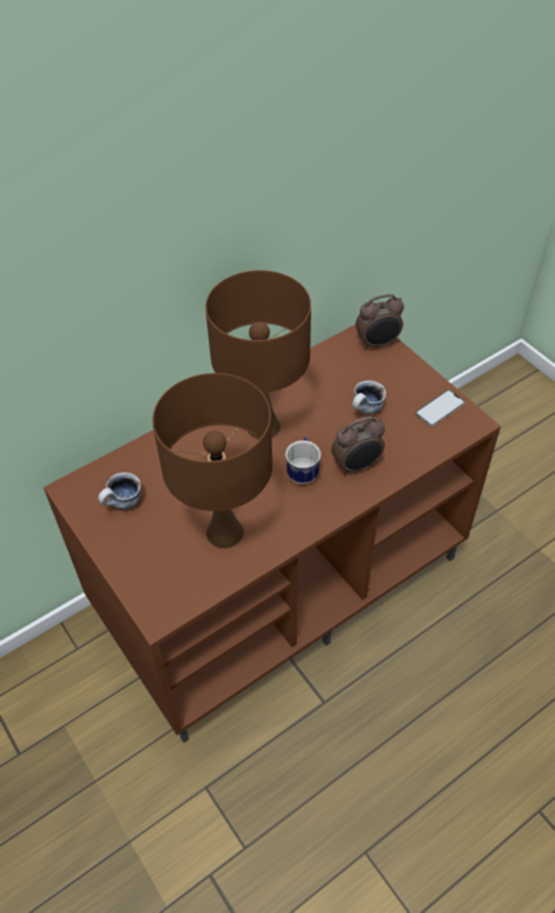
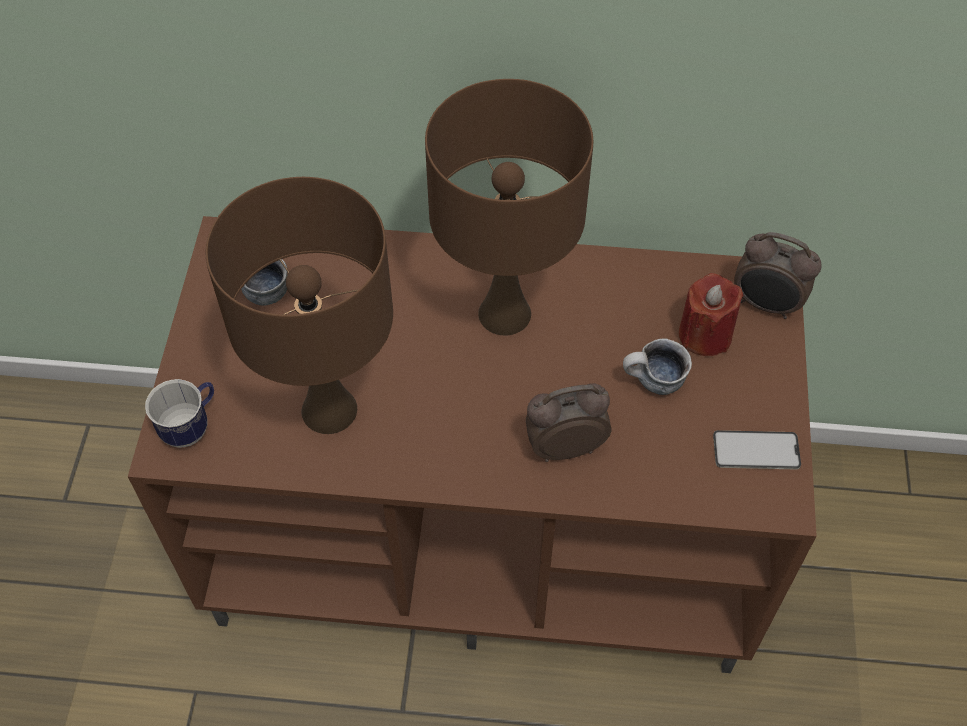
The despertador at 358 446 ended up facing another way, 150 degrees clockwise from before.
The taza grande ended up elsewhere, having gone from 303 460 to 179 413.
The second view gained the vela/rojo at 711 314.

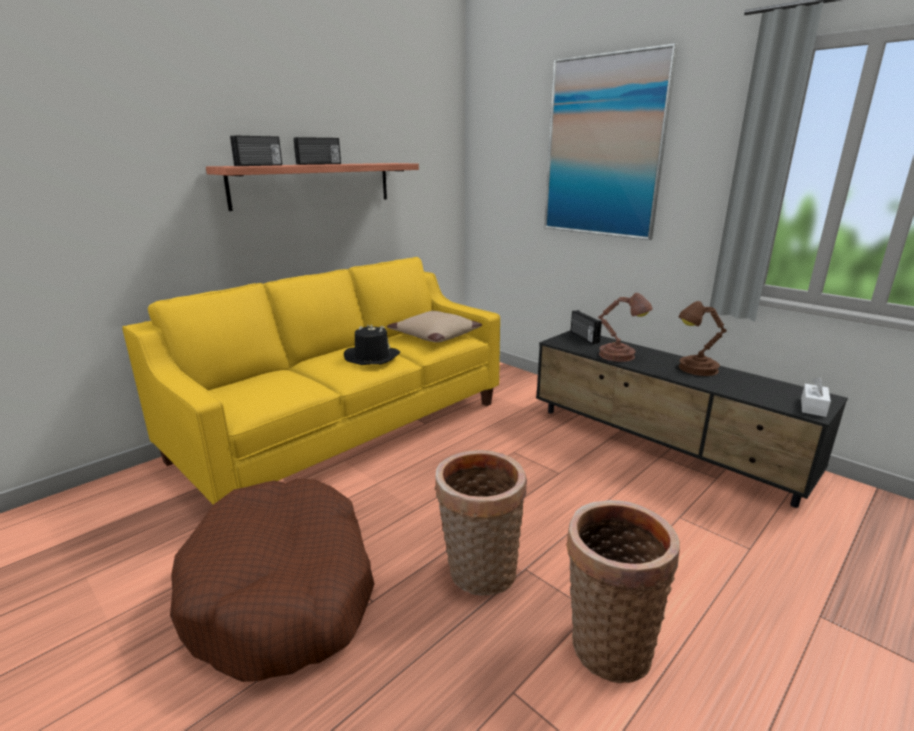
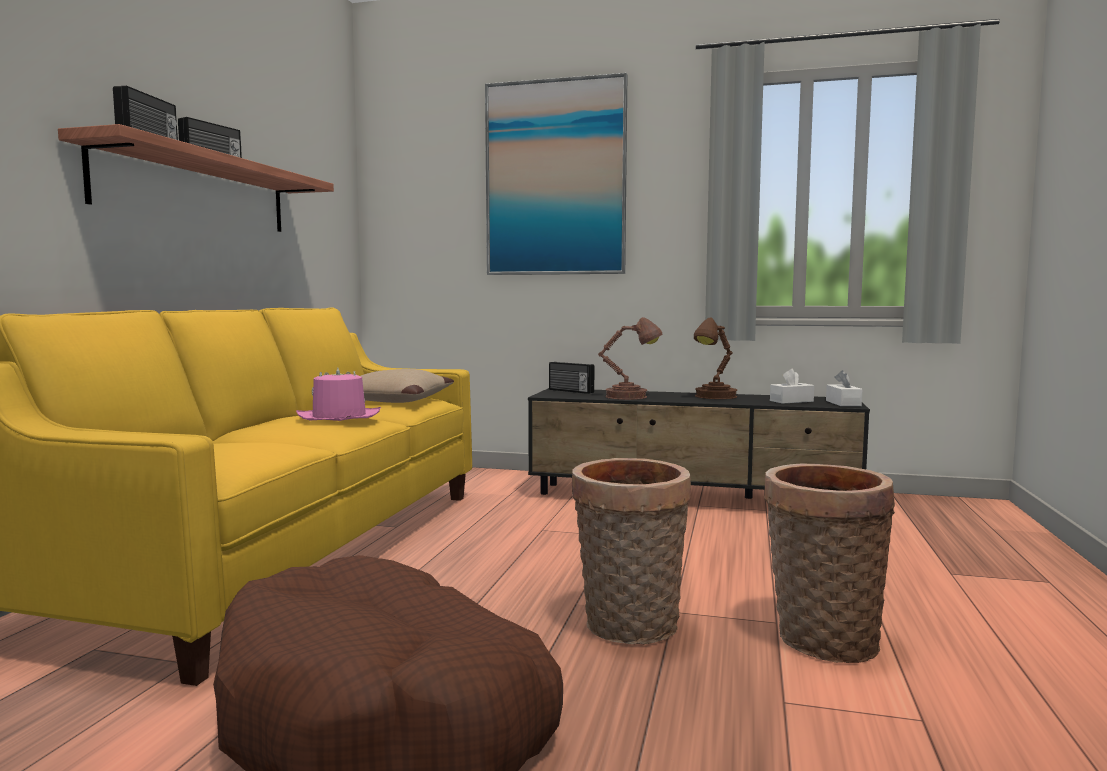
What was the sombrero/negro at 372 344 turned into the sombrero/rosa at 338 394.
The second view gained the caja de pañuelos/blanco at 792 386.

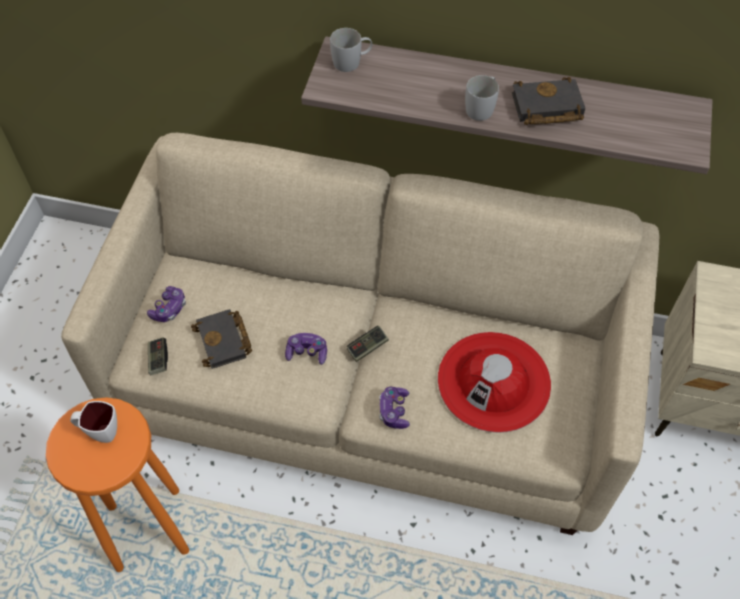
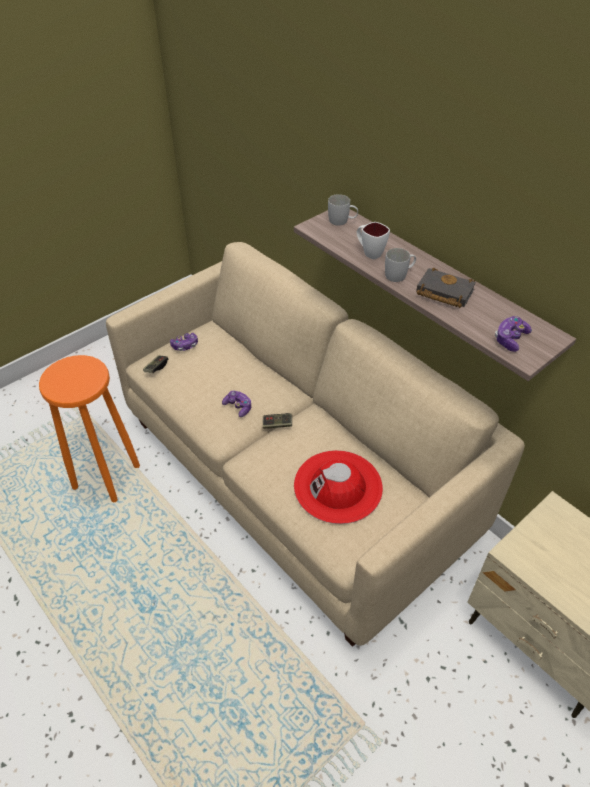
The second view lost the libro/negro at 221 339.
The mando de consola ended up elsewhere, having gone from 394 408 to 513 334.
The taza grande/blanco ended up elsewhere, having gone from 93 422 to 373 241.

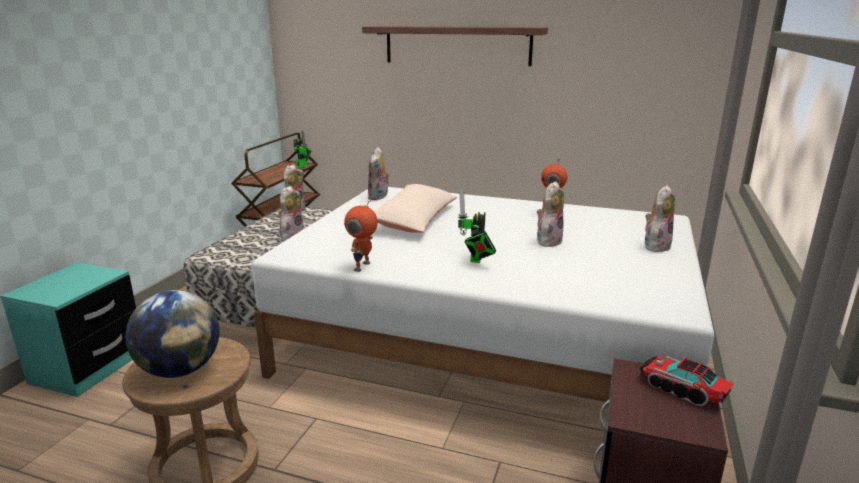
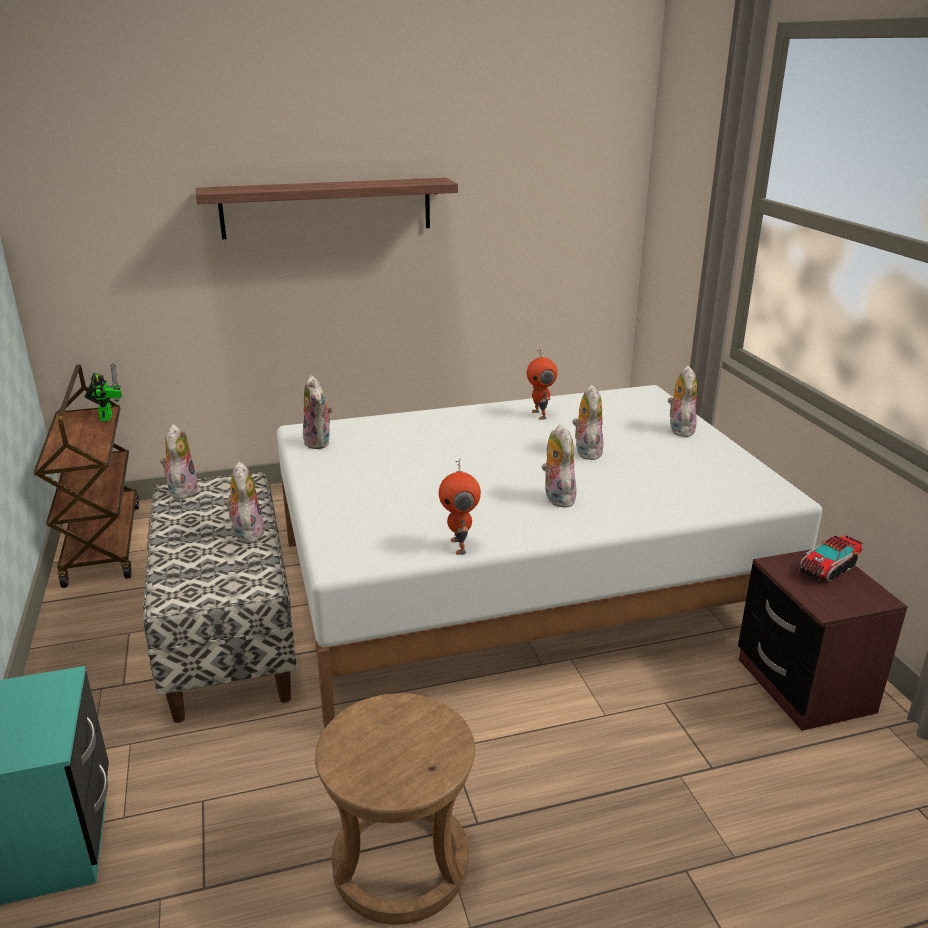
The second view lost the cojín/beis at 415 208.
Where the robot de juguete stood at 476 225, the peluche came to stand at 559 465.
The second view lost the globo terráqueo at 172 334.
The camión de juguete at 686 381 ended up facing another way, 45 degrees counterclockwise from before.

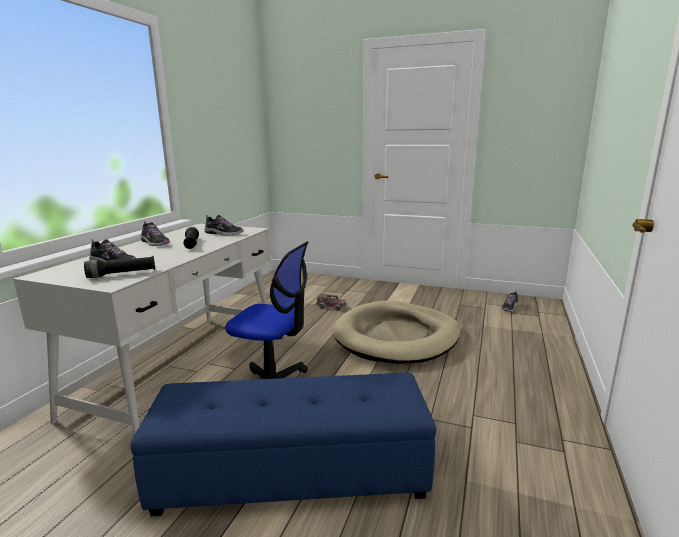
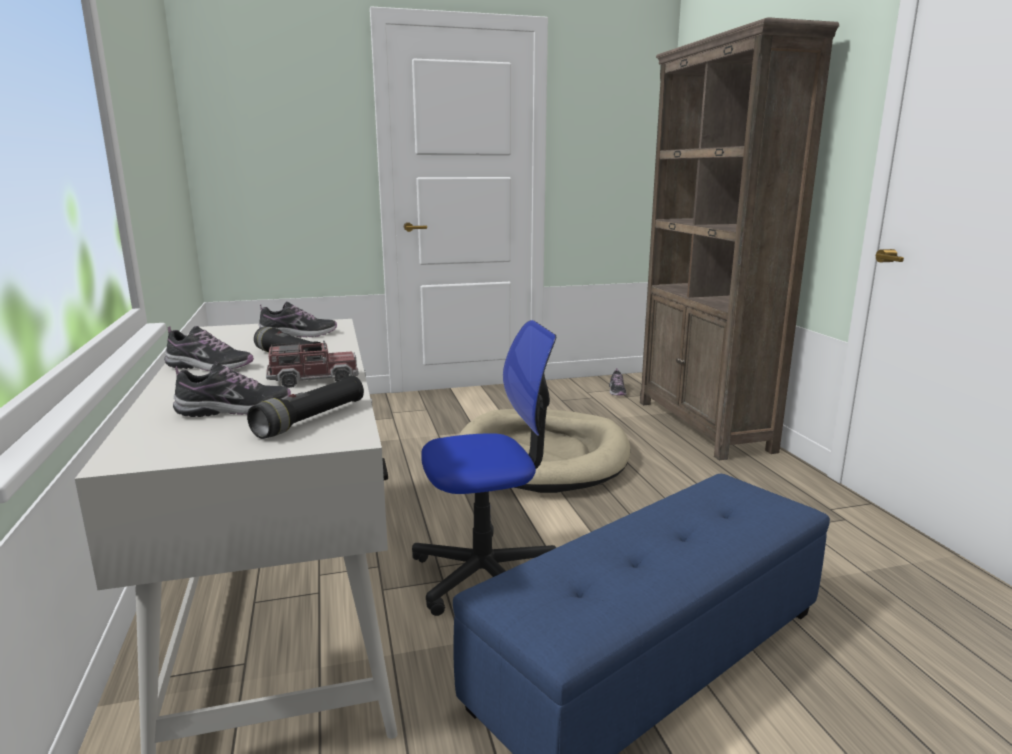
The camión de juguete ended up elsewhere, having gone from 331 302 to 312 364.
The second view gained the estantería/marrón at 739 238.

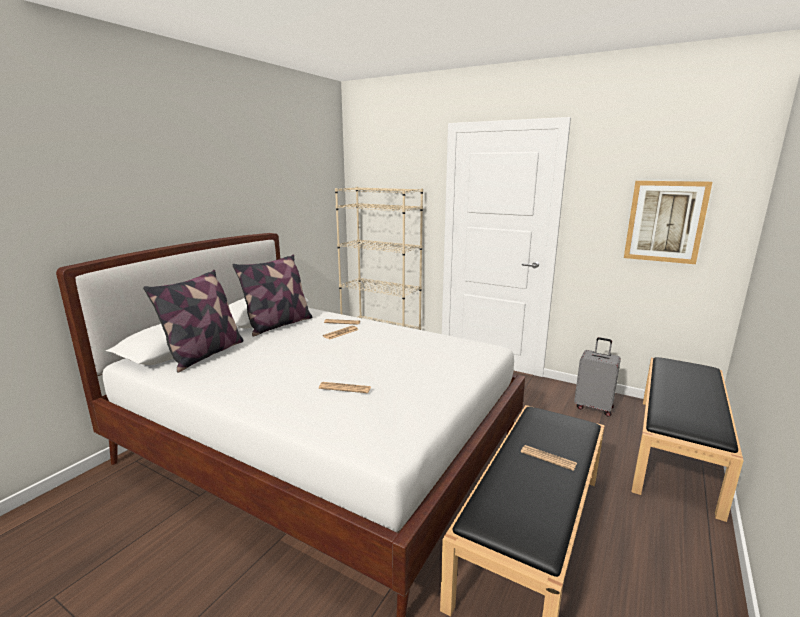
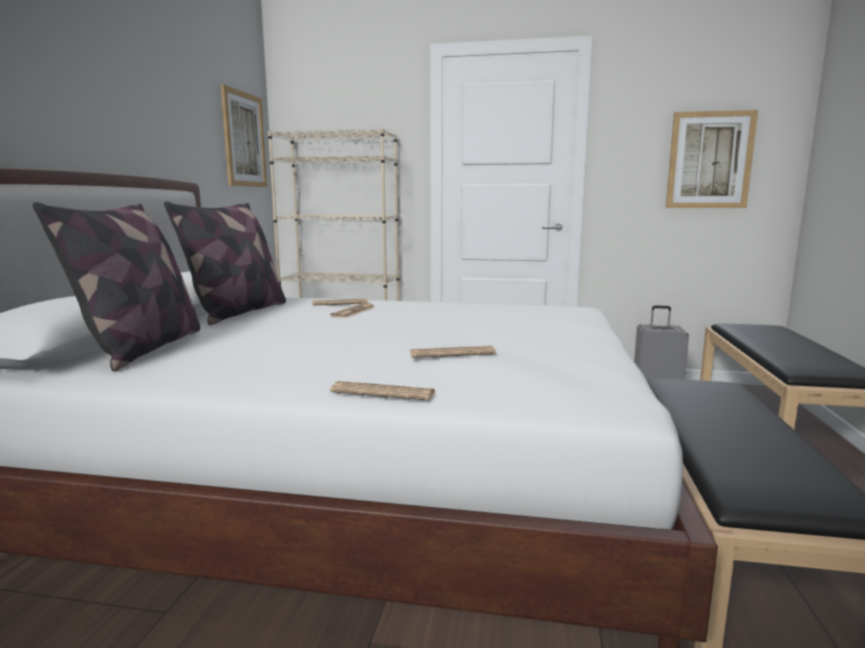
The periódico ended up elsewhere, having gone from 549 458 to 383 391.
The second view gained the cuadro at 244 135.

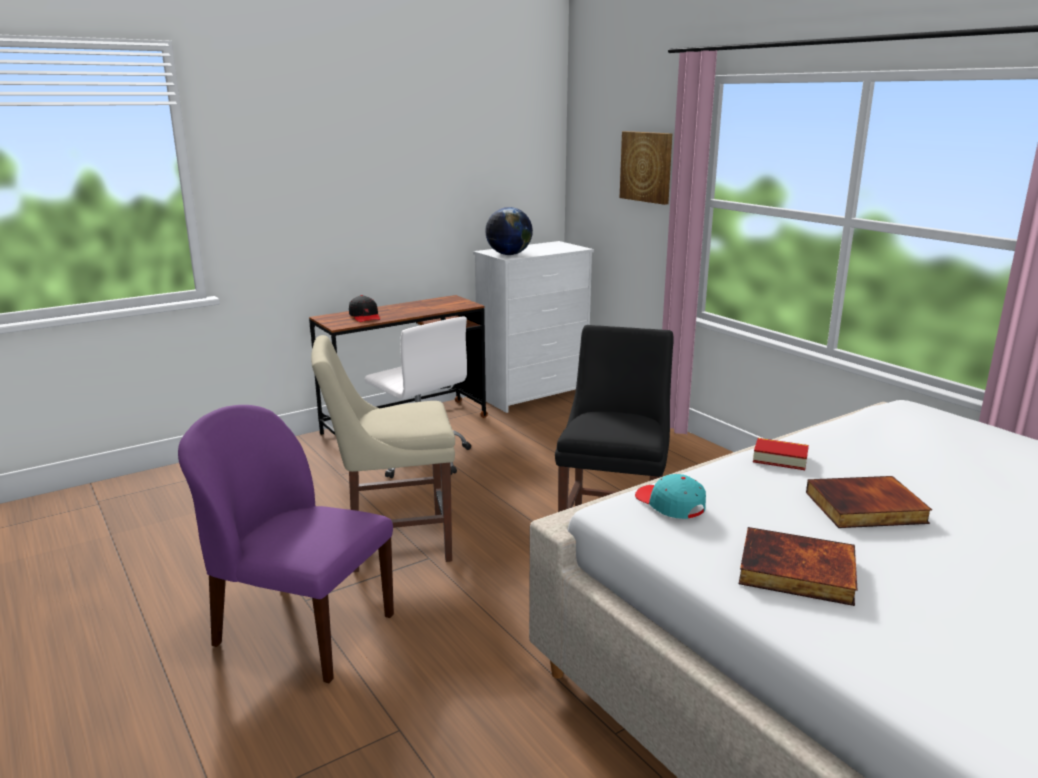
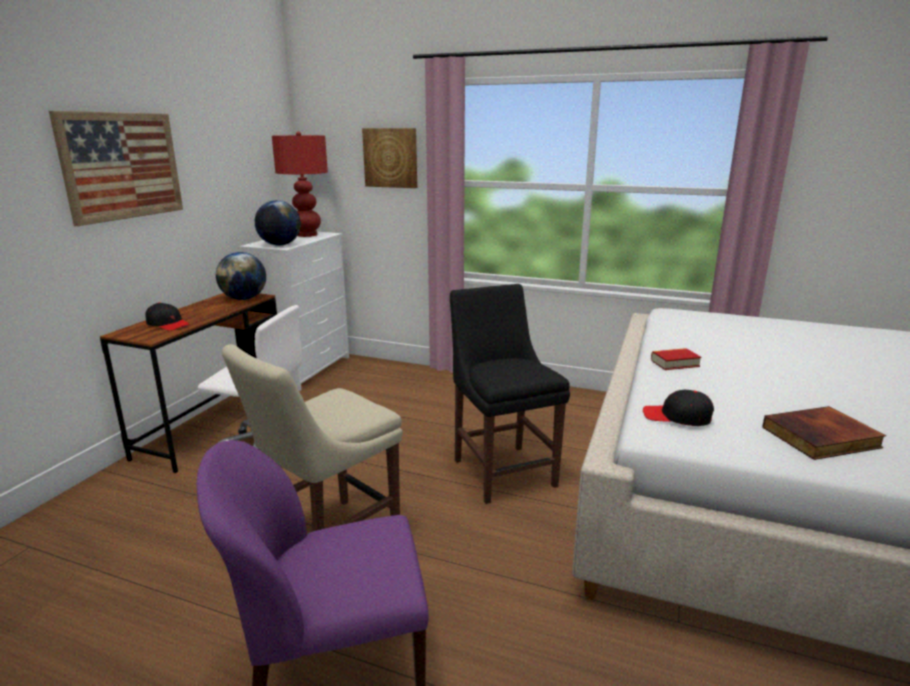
What was the gorra/turquesa at 670 496 turned into the gorra/negro at 678 408.
The second view lost the libro at 869 502.
The second view gained the cuadro at 116 168.
The second view gained the lámpara de mesa/rojo at 300 184.
The second view gained the globo terráqueo at 241 276.

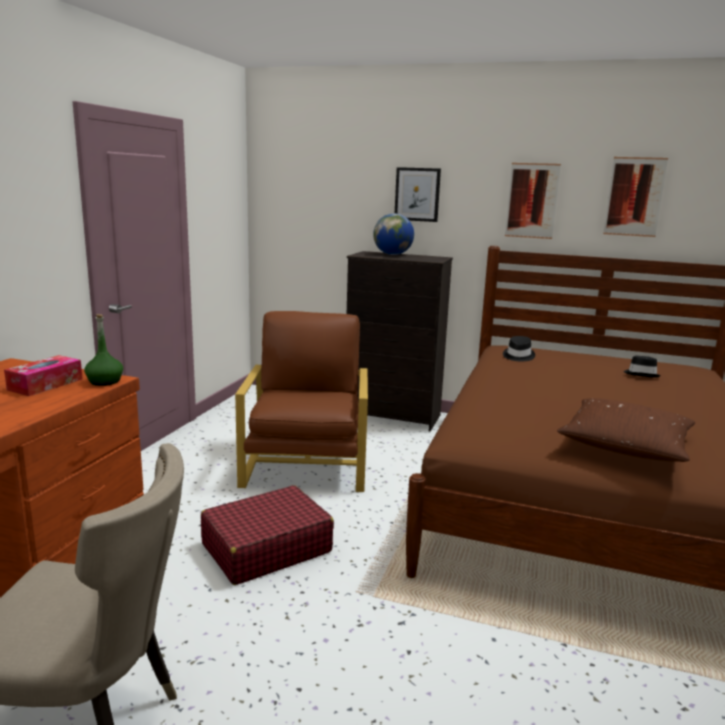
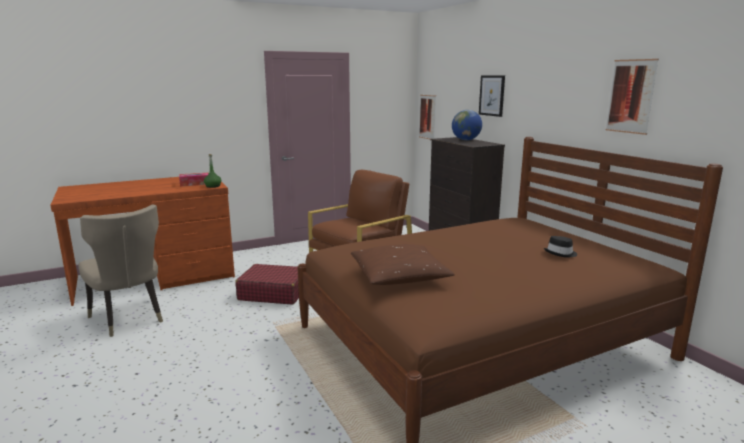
The cuadro ended up elsewhere, having gone from 533 201 to 427 117.
The second view lost the sombrero/negro at 519 348.

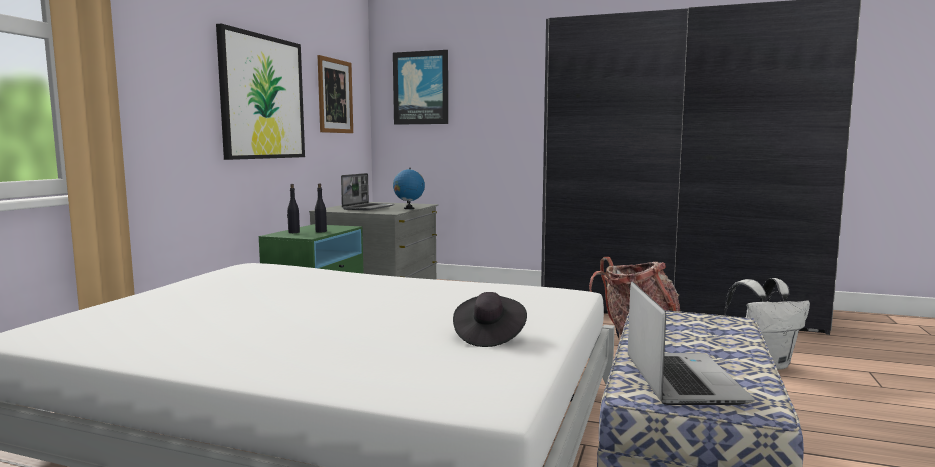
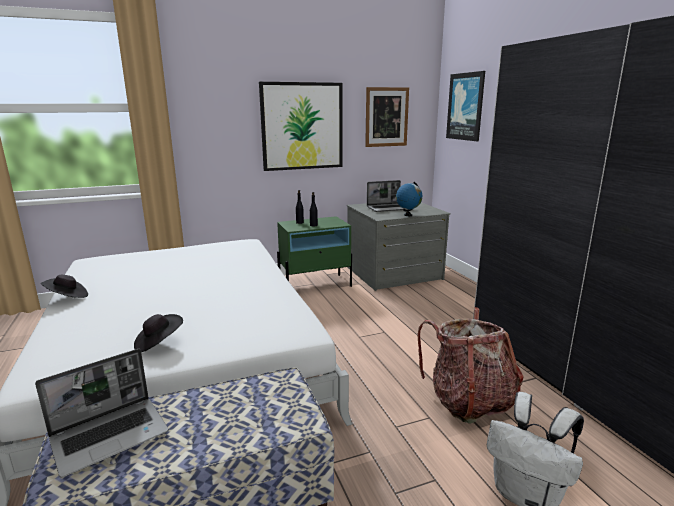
The second view gained the sombrero/negro at 64 286.

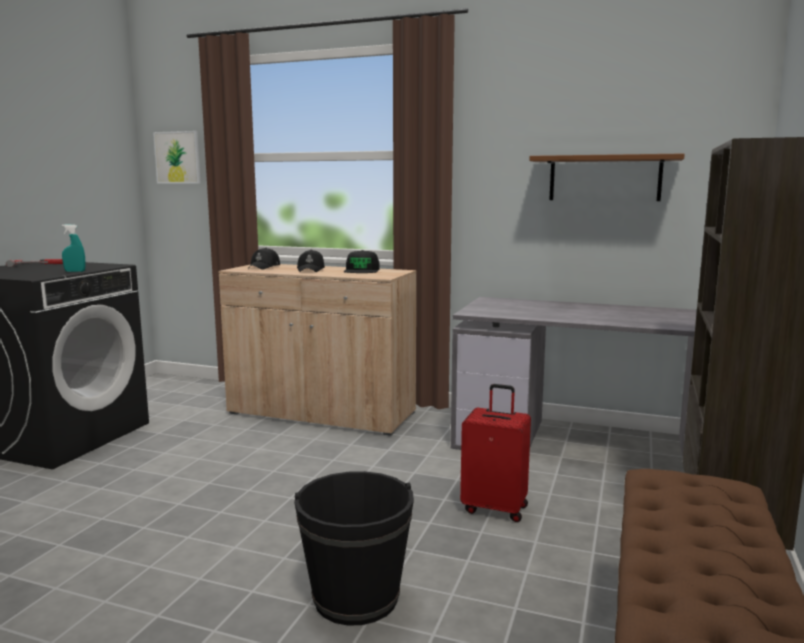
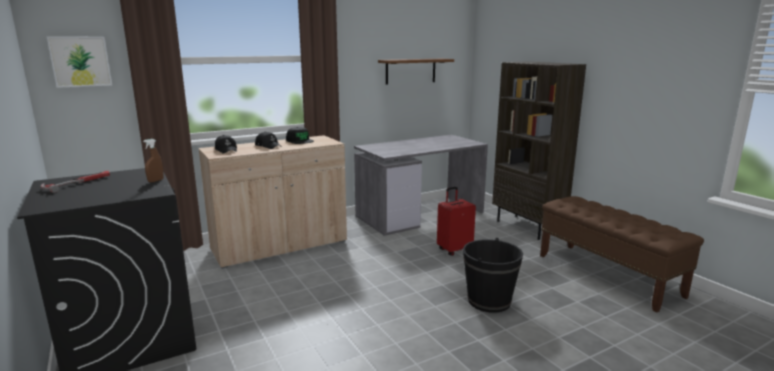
What was the pulverizador/turquesa at 74 248 turned into the pulverizador/marrón at 153 161.

